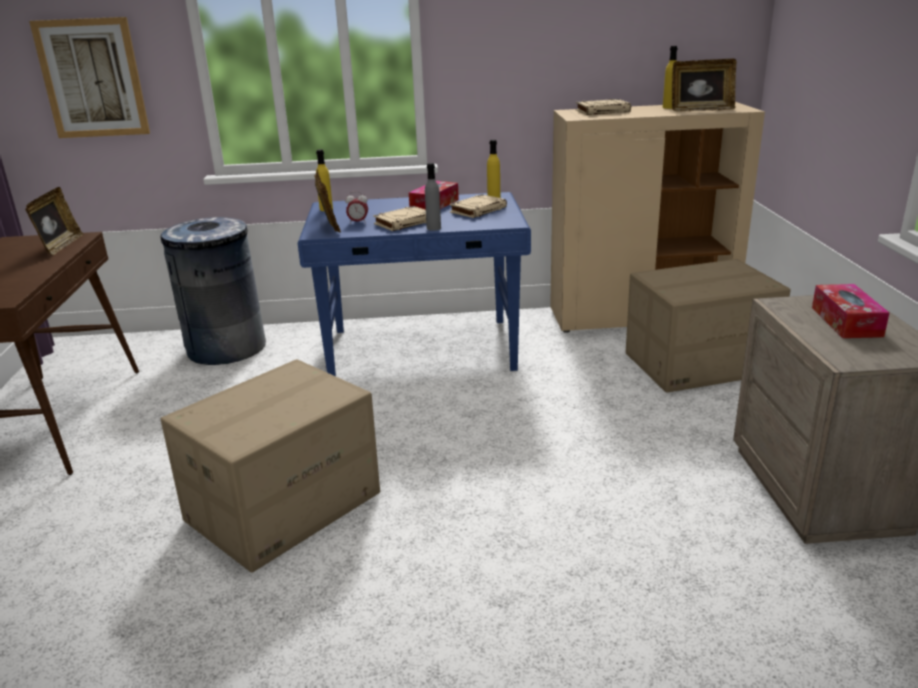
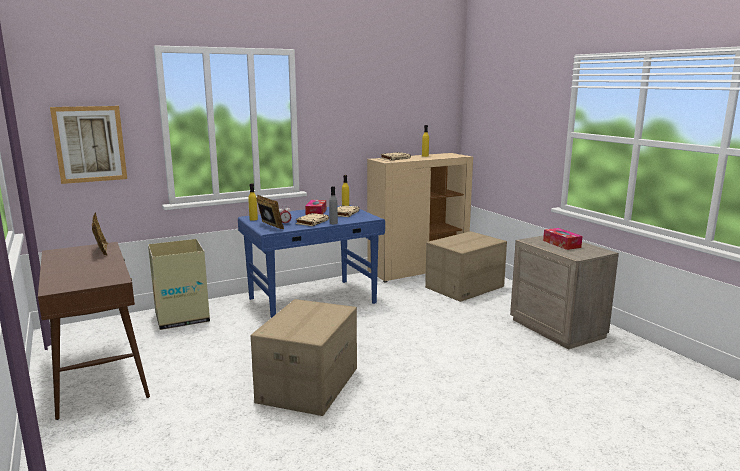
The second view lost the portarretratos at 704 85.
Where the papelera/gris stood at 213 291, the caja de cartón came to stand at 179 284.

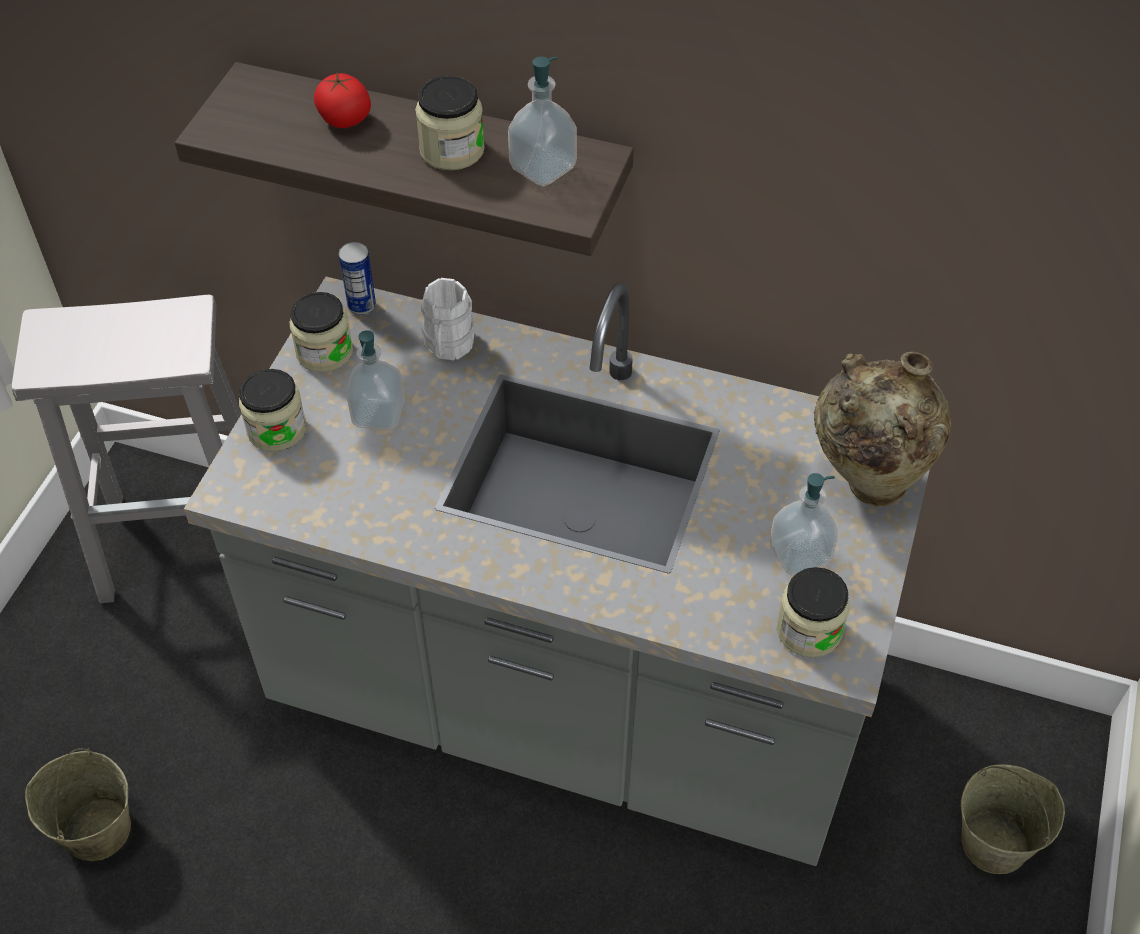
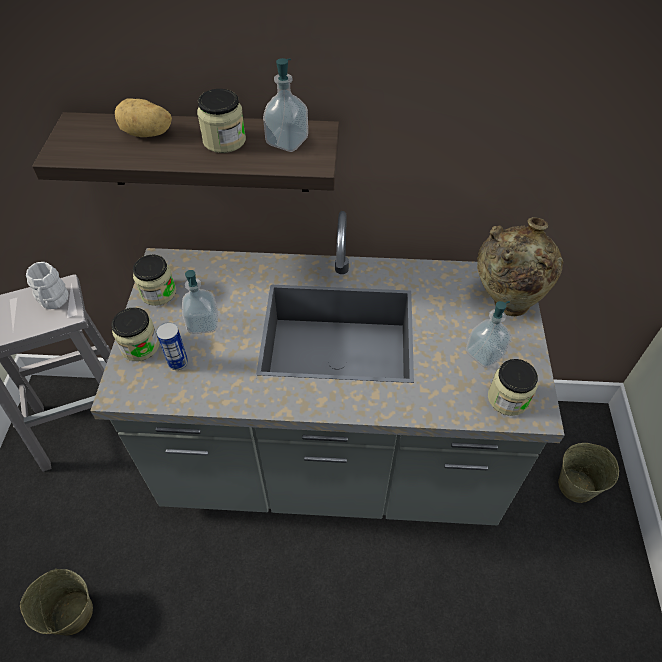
Where the tomate stood at 342 100, the patata came to stand at 143 117.
The lata ended up elsewhere, having gone from 357 278 to 172 346.
The taza grande/blanco ended up elsewhere, having gone from 447 319 to 47 285.

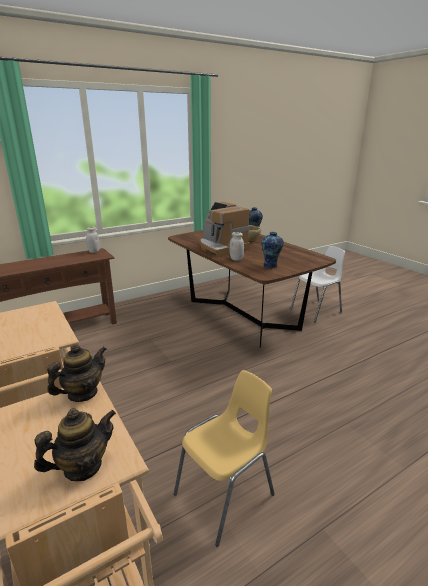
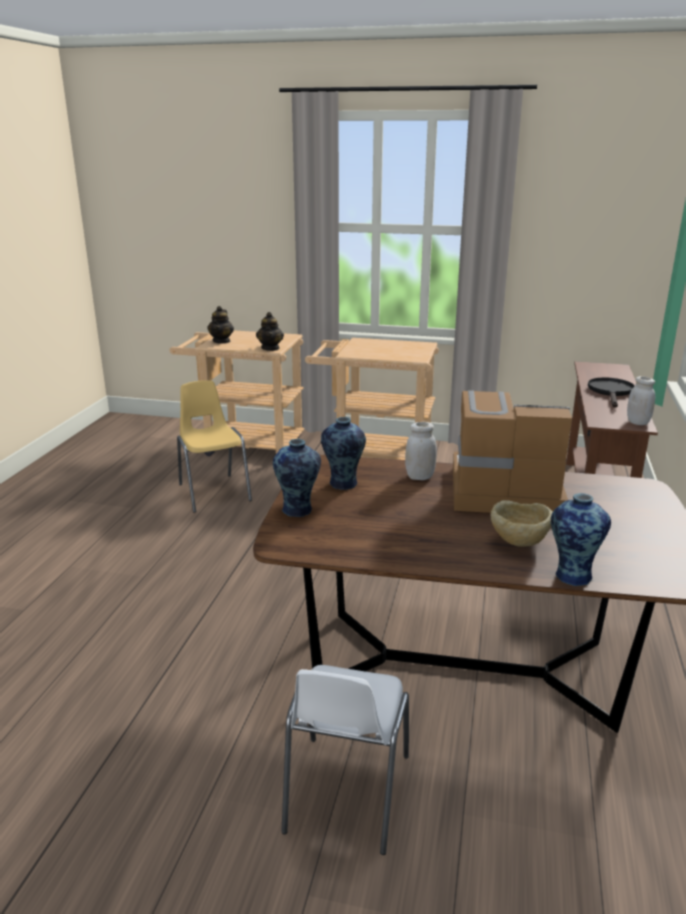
The silla/amarillo at 224 458 ended up facing another way, 150 degrees clockwise from before.
The second view gained the sartén/negro at 611 392.
The second view gained the florero at 297 478.

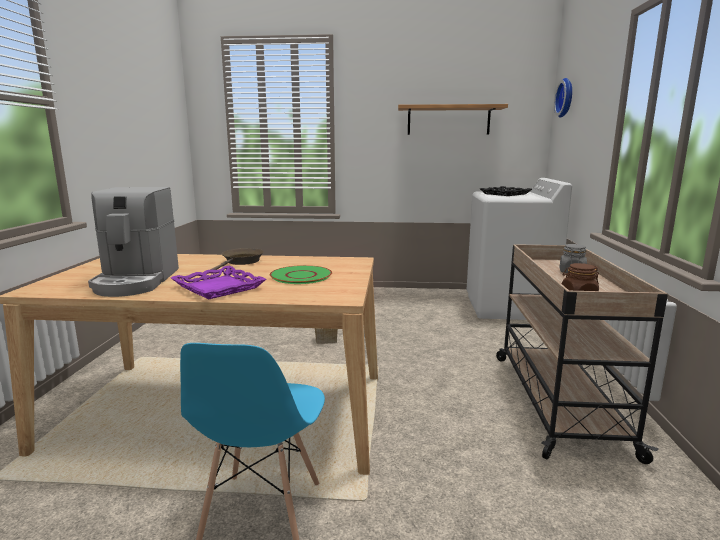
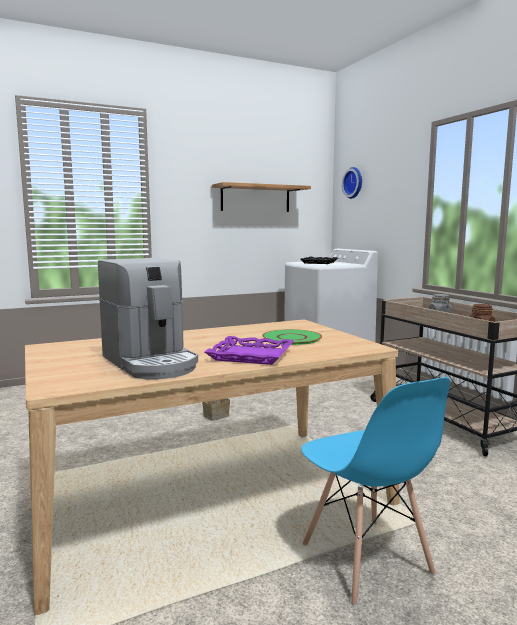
The second view lost the sartén/marrón at 237 259.

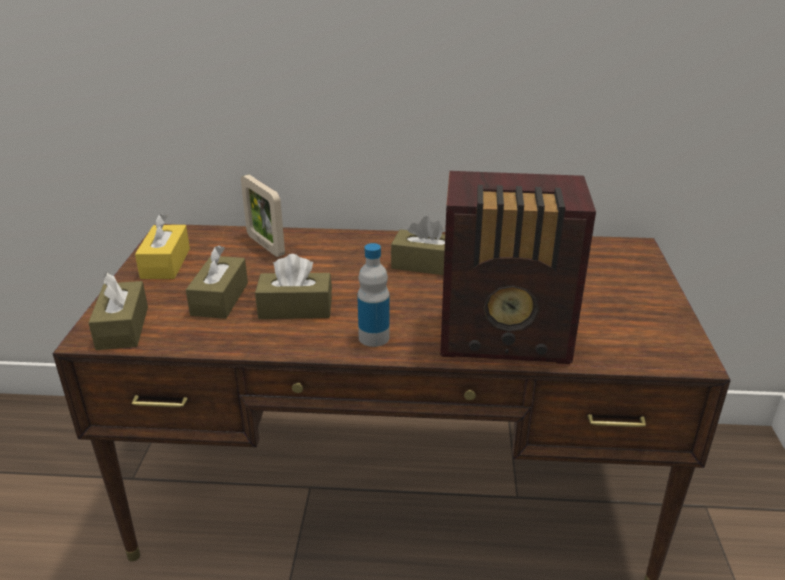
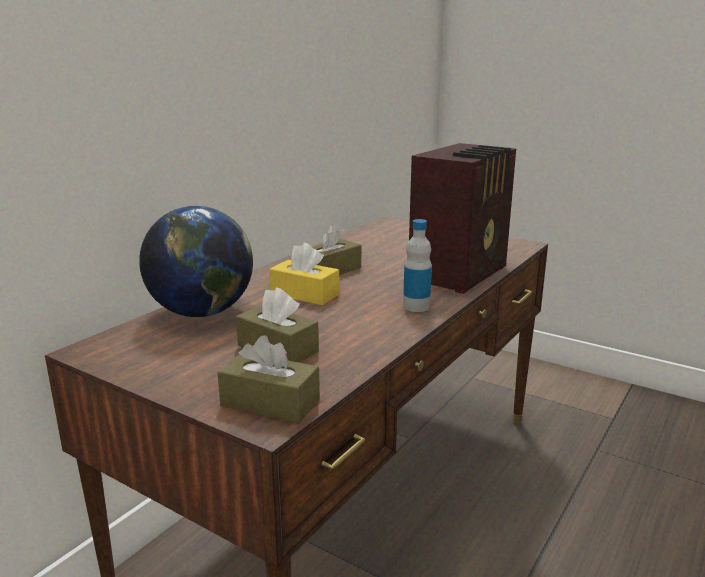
Where the portarretratos stood at 263 215, the globo terráqueo came to stand at 196 261.
The caja de pañuelos/amarillo ended up elsewhere, having gone from 162 246 to 304 274.
The second view lost the caja de pañuelos/marrón at 293 286.

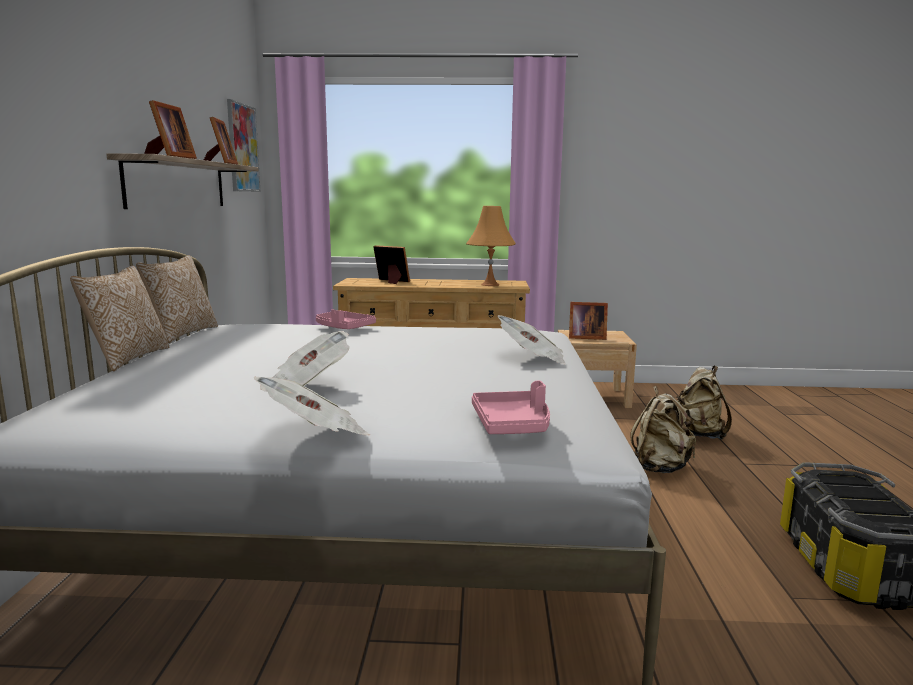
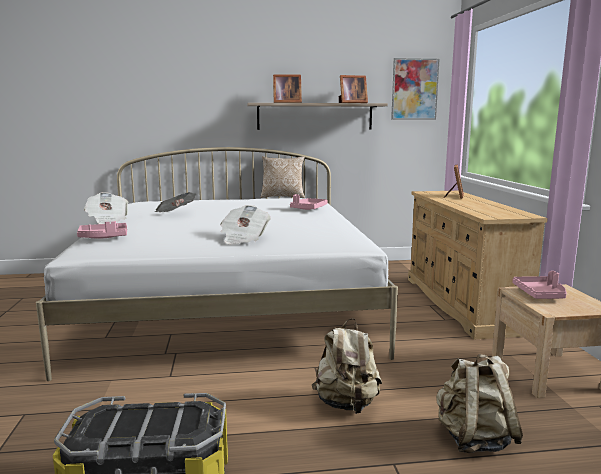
The second view lost the lámpara de mesa/naranja at 491 246.
The second view lost the cojín at 119 318.
Where the portarretratos stood at 588 321, the bandeja/rosa came to stand at 539 285.

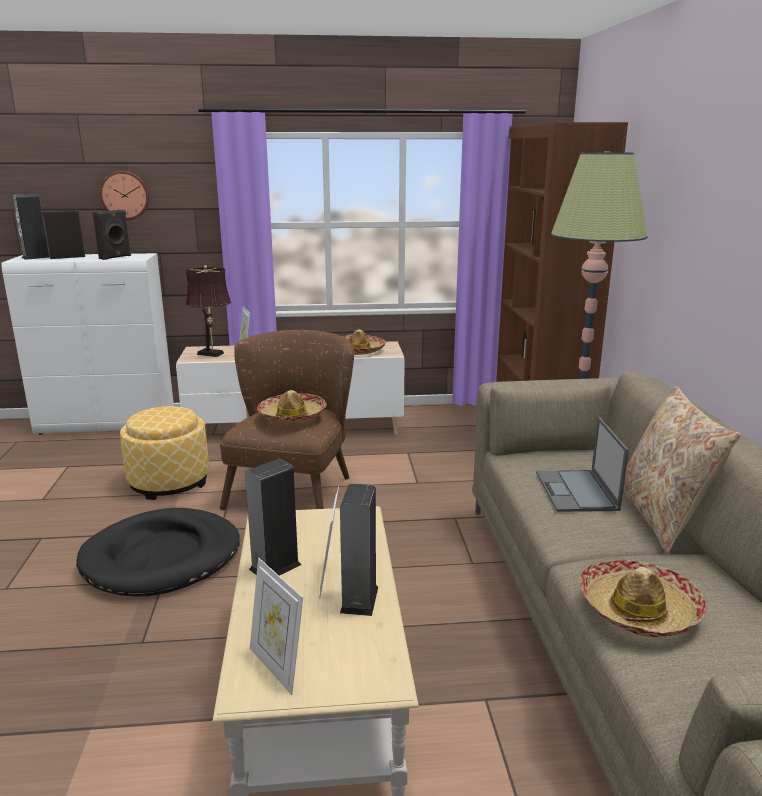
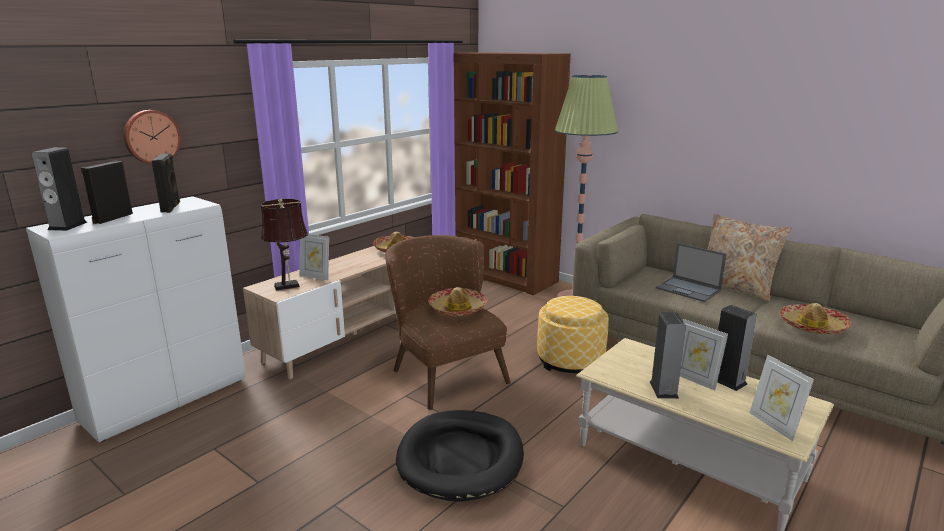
The puf ended up elsewhere, having gone from 164 453 to 573 334.
The portarretratos at 276 626 ended up facing another way, 60 degrees clockwise from before.

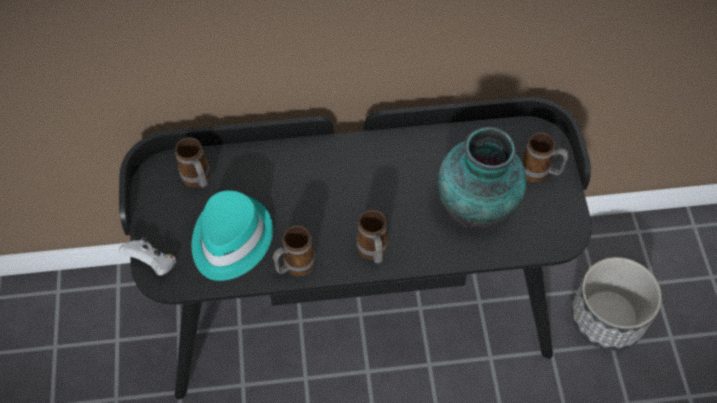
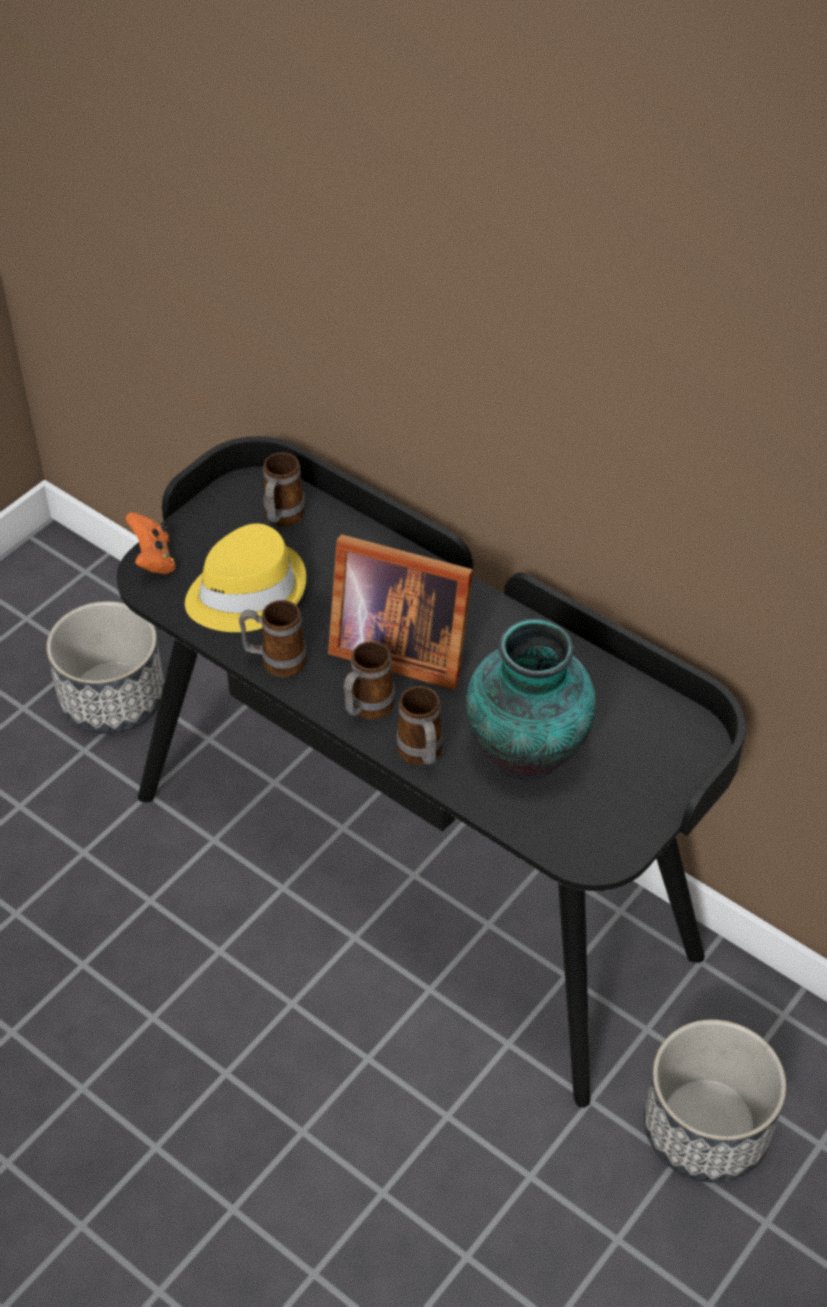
The taza grande ended up elsewhere, having gone from 545 157 to 420 725.
What was the sombrero/turquesa at 232 235 turned into the sombrero/amarillo at 245 577.
What was the mando de consola/blanco at 147 256 turned into the mando de consola/naranja at 150 543.
The second view gained the portarretratos at 400 612.
The second view gained the maceta at 105 667.

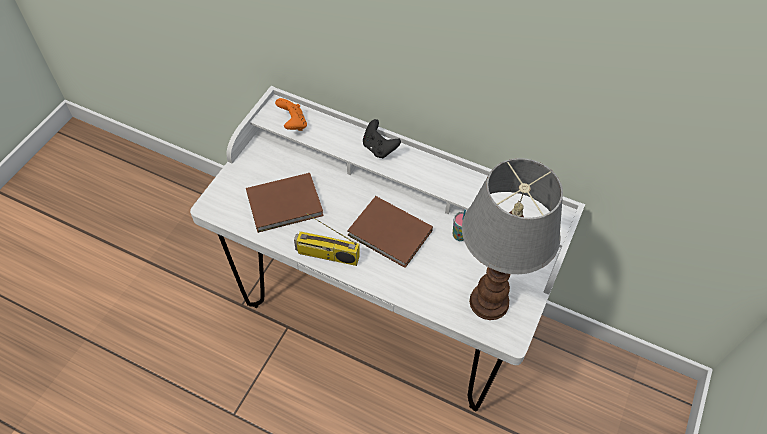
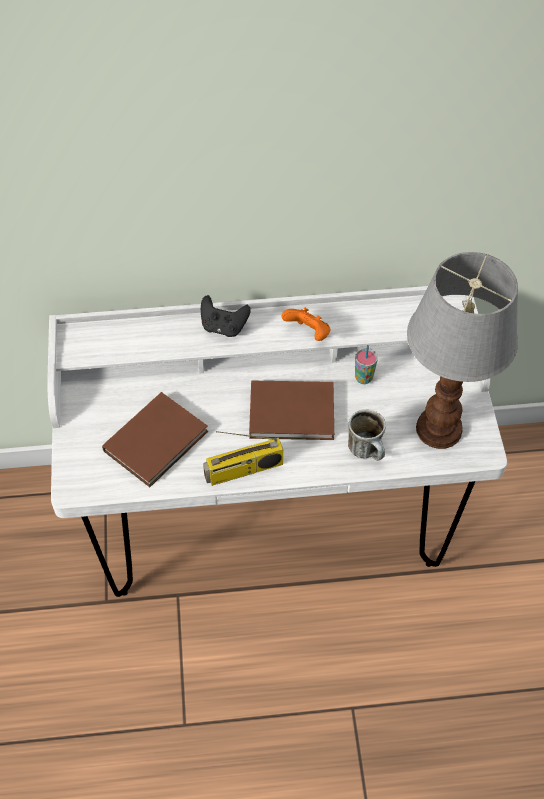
The mando de consola/naranja ended up elsewhere, having gone from 291 114 to 306 324.
The second view gained the taza grande at 367 435.

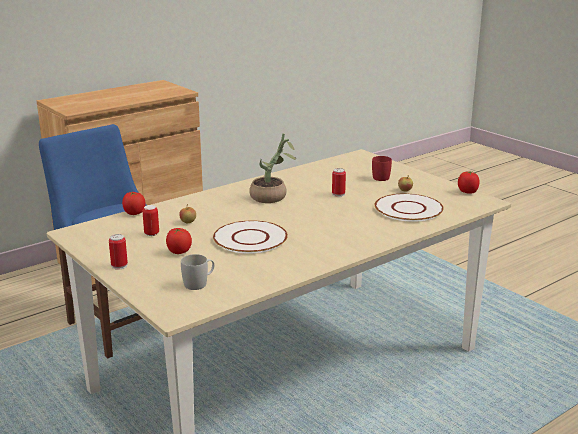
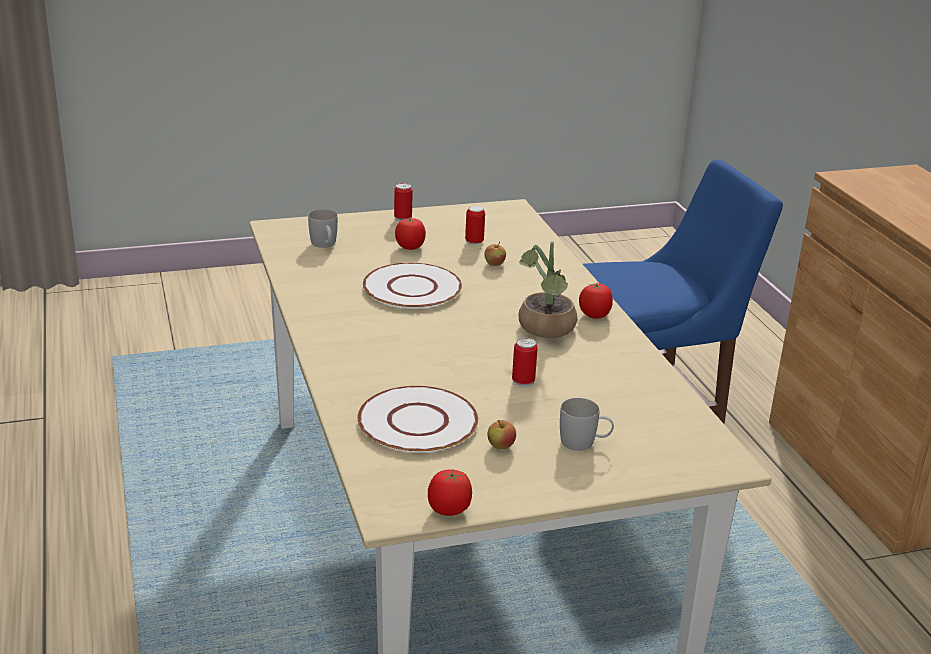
What was the taza grande/rojo at 382 168 turned into the taza grande/blanco at 587 424.
The tomate ended up elsewhere, having gone from 134 203 to 596 300.

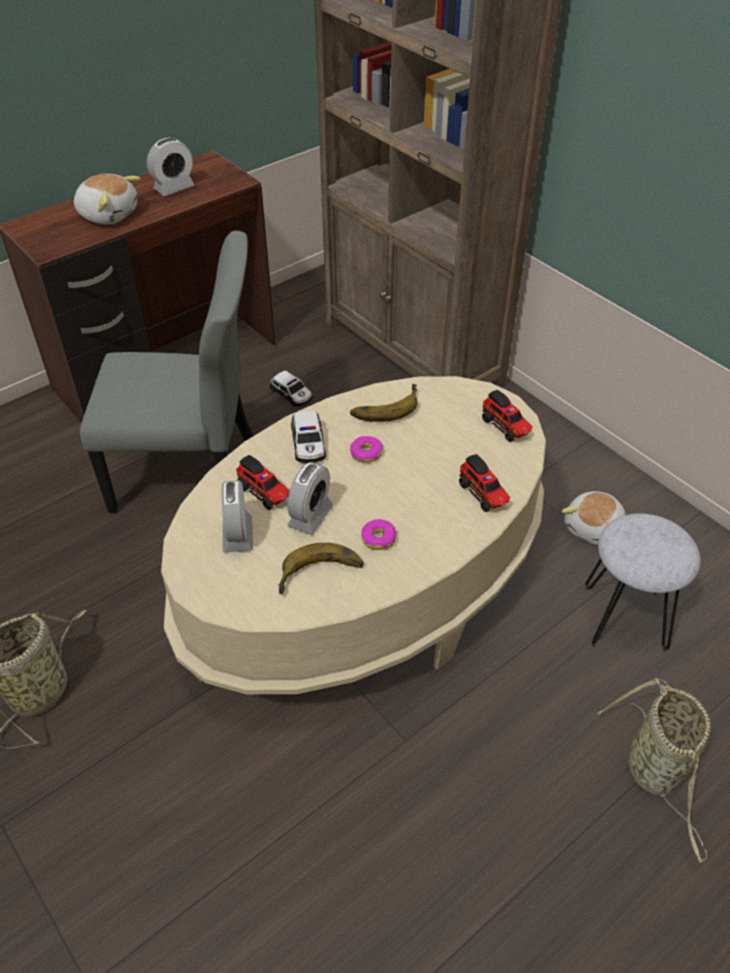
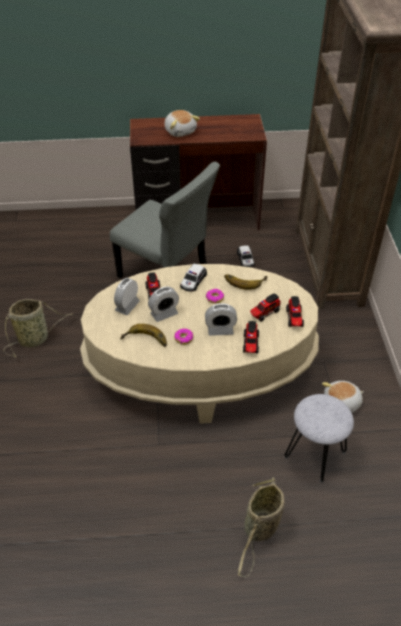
The despertador ended up elsewhere, having gone from 170 167 to 221 319.
The second view gained the camión de juguete at 265 307.

